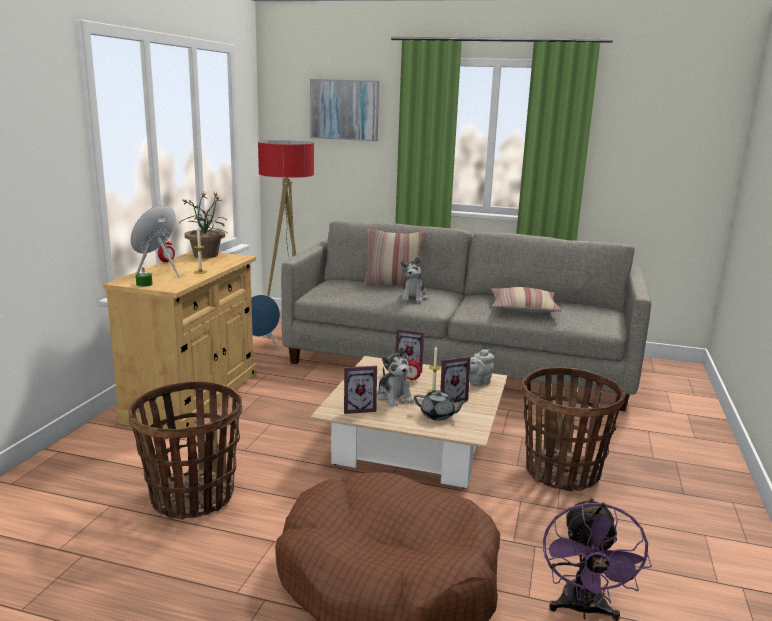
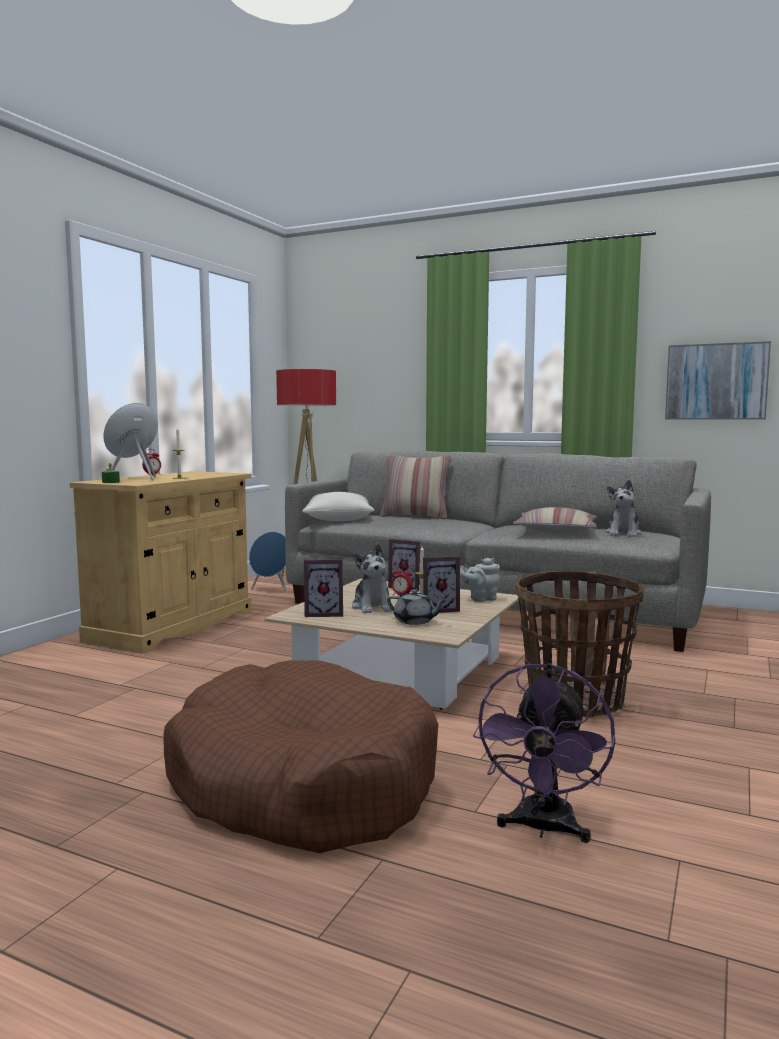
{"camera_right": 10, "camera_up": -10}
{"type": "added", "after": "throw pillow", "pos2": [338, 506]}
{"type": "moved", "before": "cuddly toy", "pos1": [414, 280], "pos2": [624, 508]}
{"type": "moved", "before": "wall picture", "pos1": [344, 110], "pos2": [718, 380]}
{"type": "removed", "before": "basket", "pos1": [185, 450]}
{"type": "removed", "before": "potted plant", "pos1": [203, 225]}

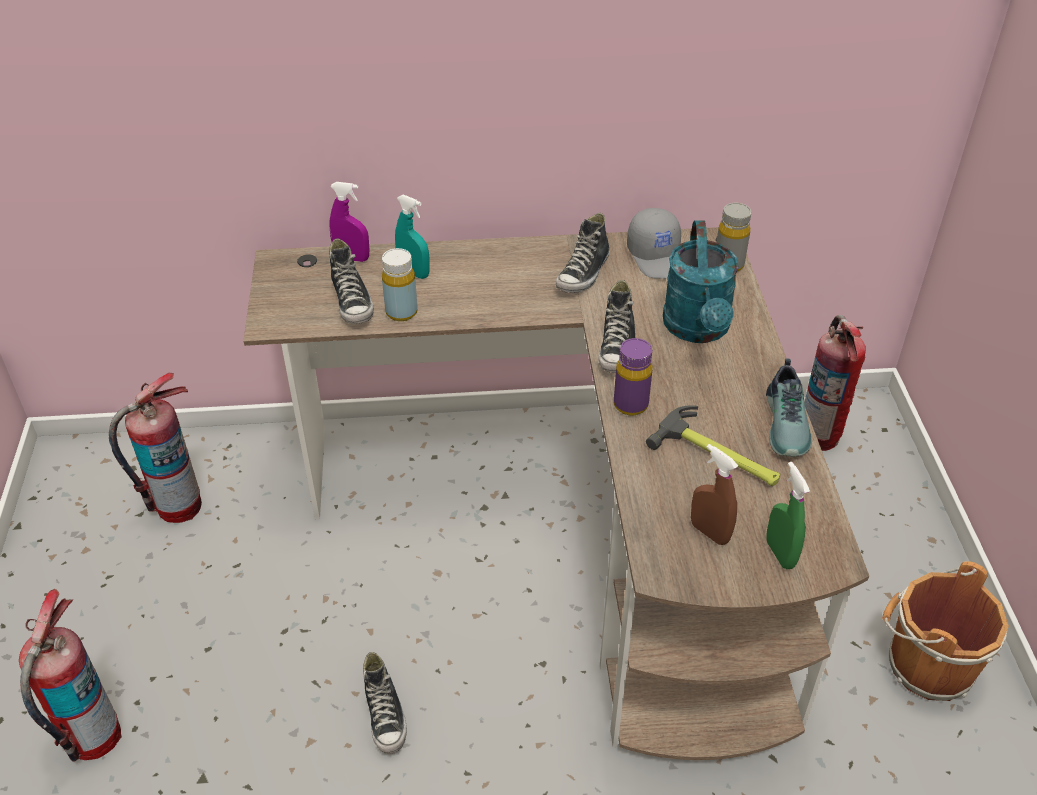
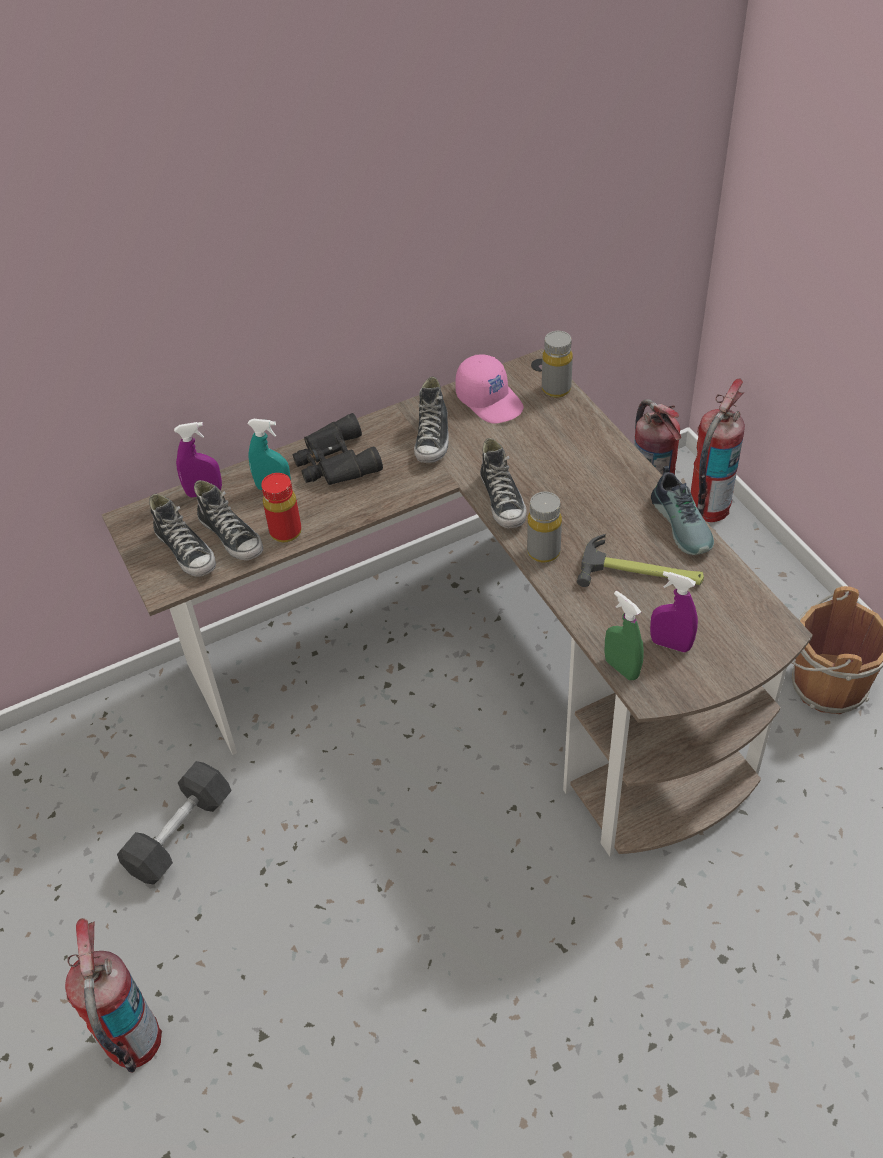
{"camera_right": -20, "camera_up": 5}
{"type": "added", "after": "hand weight/black-coloured", "pos2": [174, 822]}
{"type": "moved", "before": "item of footwear", "pos1": [385, 703], "pos2": [182, 535]}
{"type": "recoloured", "before": "drink bottle/yellow", "after": "drink bottle/reddish", "pos1": [400, 284], "pos2": [281, 508]}
{"type": "added", "after": "binoculars/black-coloured", "pos2": [338, 449]}
{"type": "recoloured", "before": "peaked cap/greyish", "after": "peaked cap/pinkish", "pos1": [654, 243], "pos2": [489, 388]}
{"type": "recoloured", "before": "drink bottle/purple-coloured", "after": "drink bottle/greyish", "pos1": [633, 377], "pos2": [544, 527]}
{"type": "moved", "before": "hand sprayer/green", "pos1": [788, 515], "pos2": [624, 635]}
{"type": "recoloured", "before": "hand sprayer/brown-coloured", "after": "hand sprayer/purple-coloured", "pos1": [714, 494], "pos2": [674, 611]}
{"type": "moved", "before": "fire-fighting cylinder", "pos1": [155, 448], "pos2": [718, 450]}
{"type": "removed", "before": "sprinkling can/blue-green", "pos1": [701, 281]}

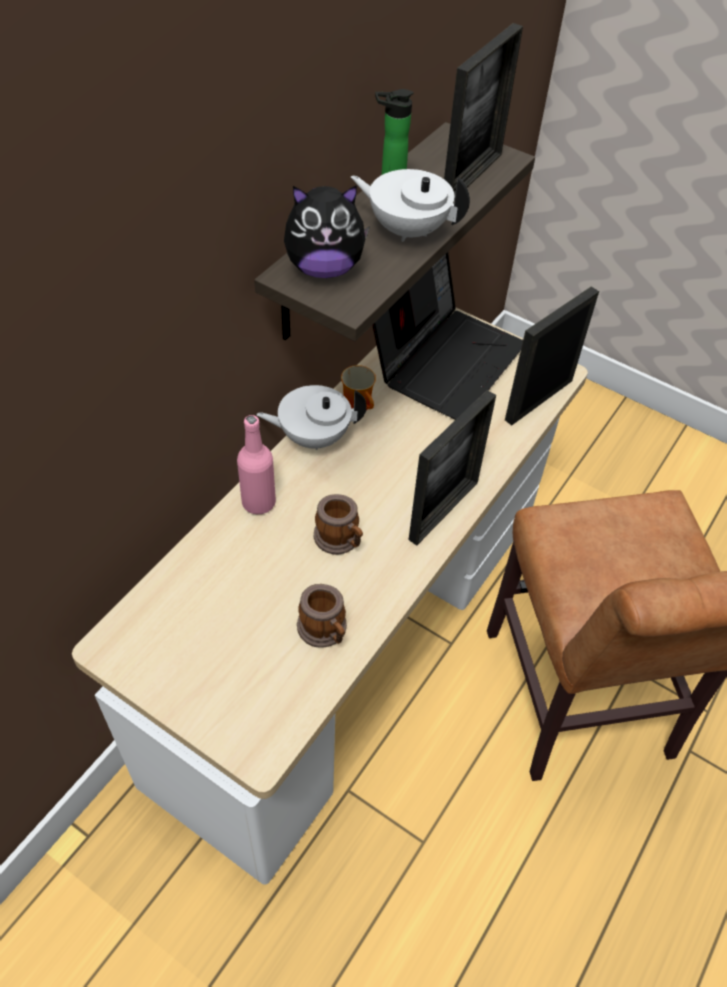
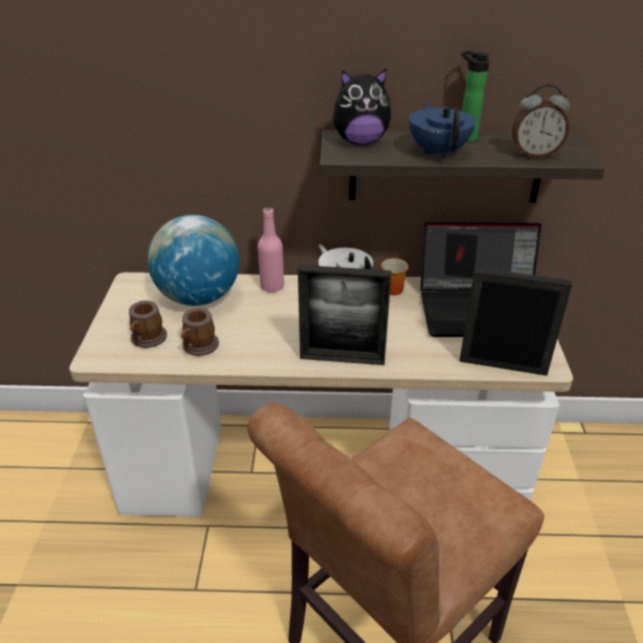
{"camera_right": 60, "camera_up": -15}
{"type": "moved", "before": "coffee mug", "pos1": [338, 524], "pos2": [148, 324]}
{"type": "added", "after": "world globe", "pos2": [194, 260]}
{"type": "turned", "before": "cuddly toy", "pos1": [327, 231], "pos2": [362, 106], "turn": -60}
{"type": "recoloured", "before": "pot for tea/whitish", "after": "pot for tea/blue-coloured", "pos1": [410, 205], "pos2": [442, 130]}
{"type": "replaced", "before": "standing frame", "after": "table clock", "pos1": [483, 111], "pos2": [541, 121]}

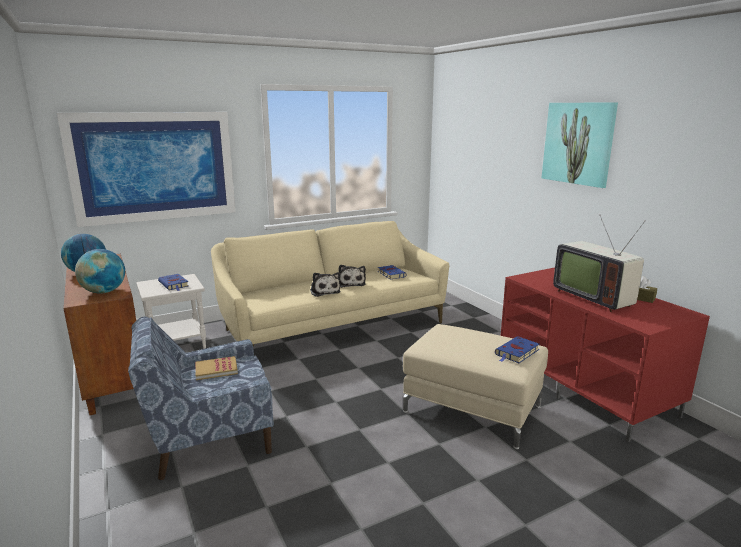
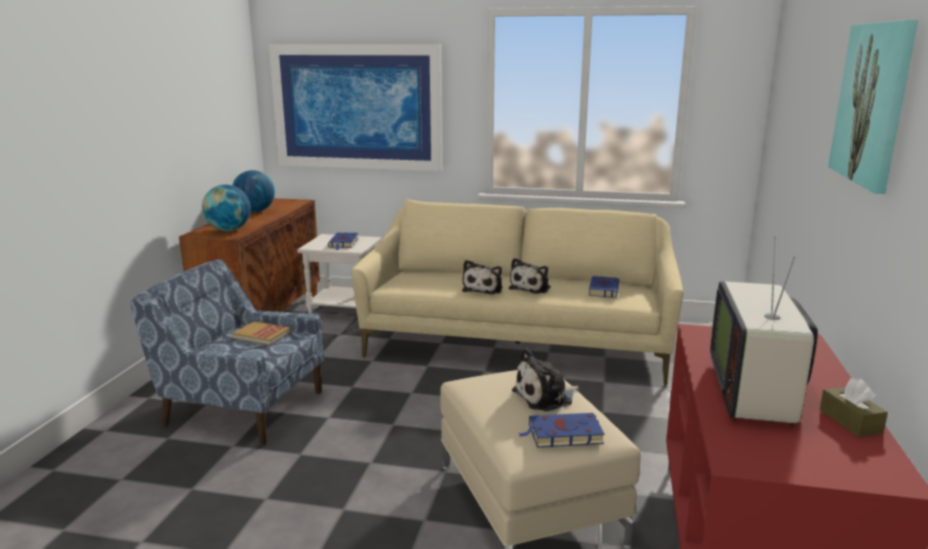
{"camera_right": 40, "camera_up": 0}
{"type": "added", "after": "cuddly toy", "pos2": [545, 379]}

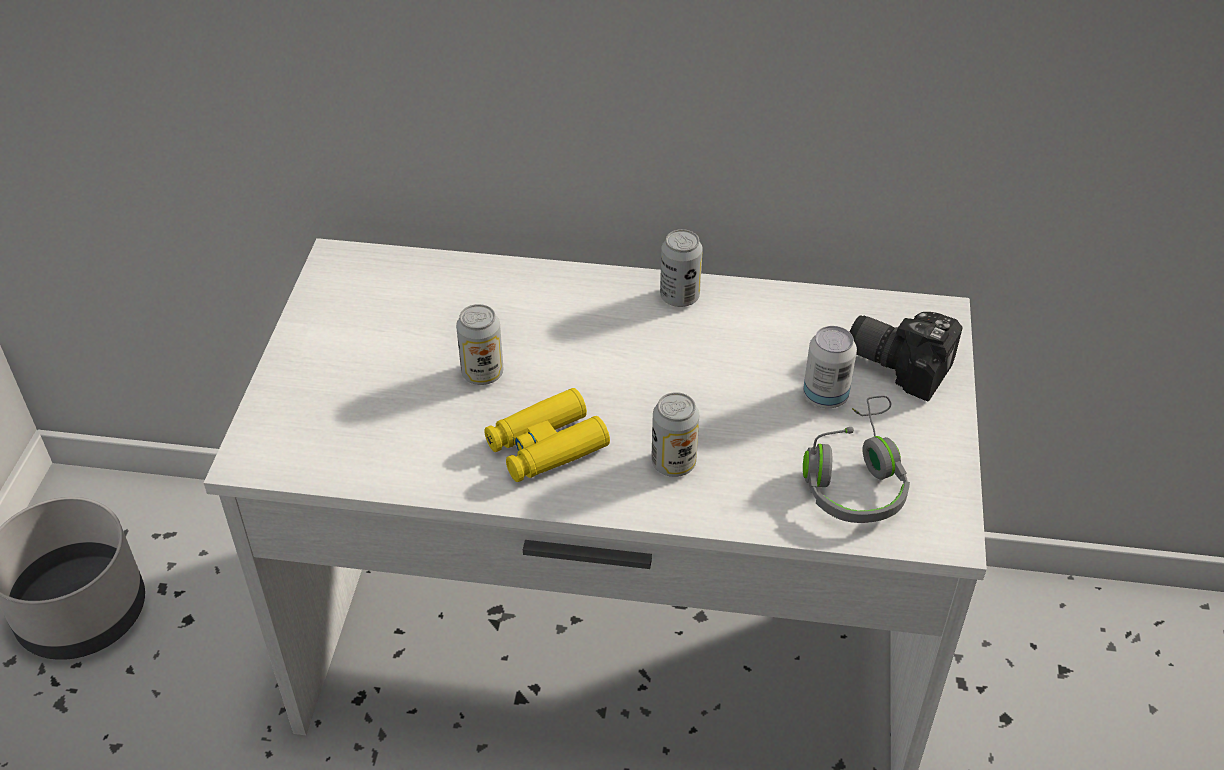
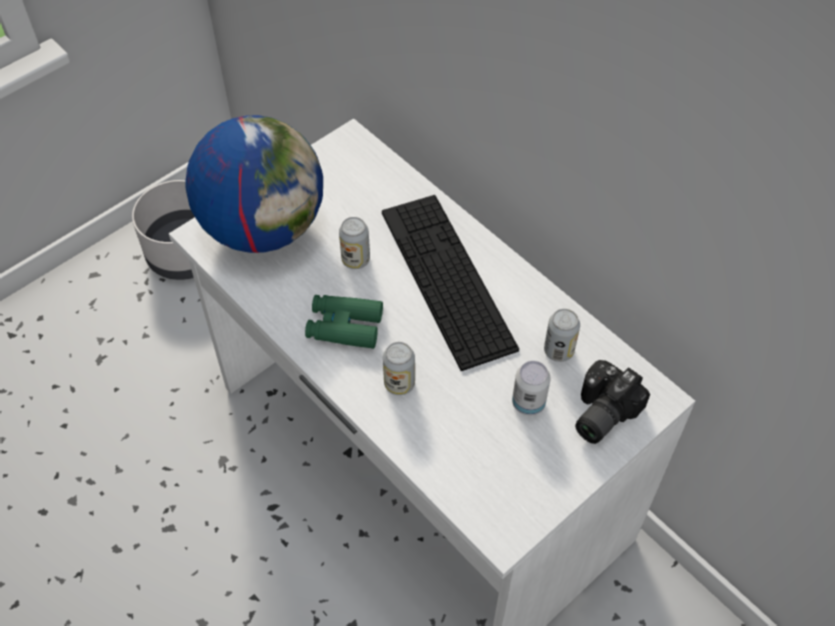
{"camera_right": 40, "camera_up": 10}
{"type": "added", "after": "world globe", "pos2": [254, 184]}
{"type": "recoloured", "before": "binoculars/yellow", "after": "binoculars/green", "pos1": [547, 435], "pos2": [344, 322]}
{"type": "added", "after": "PC keyboard", "pos2": [450, 283]}
{"type": "moved", "before": "sealed can", "pos1": [681, 268], "pos2": [562, 335]}
{"type": "turned", "before": "still camera", "pos1": [906, 357], "pos2": [612, 402], "turn": -120}
{"type": "removed", "before": "pair of headphones/greyish", "pos1": [856, 459]}

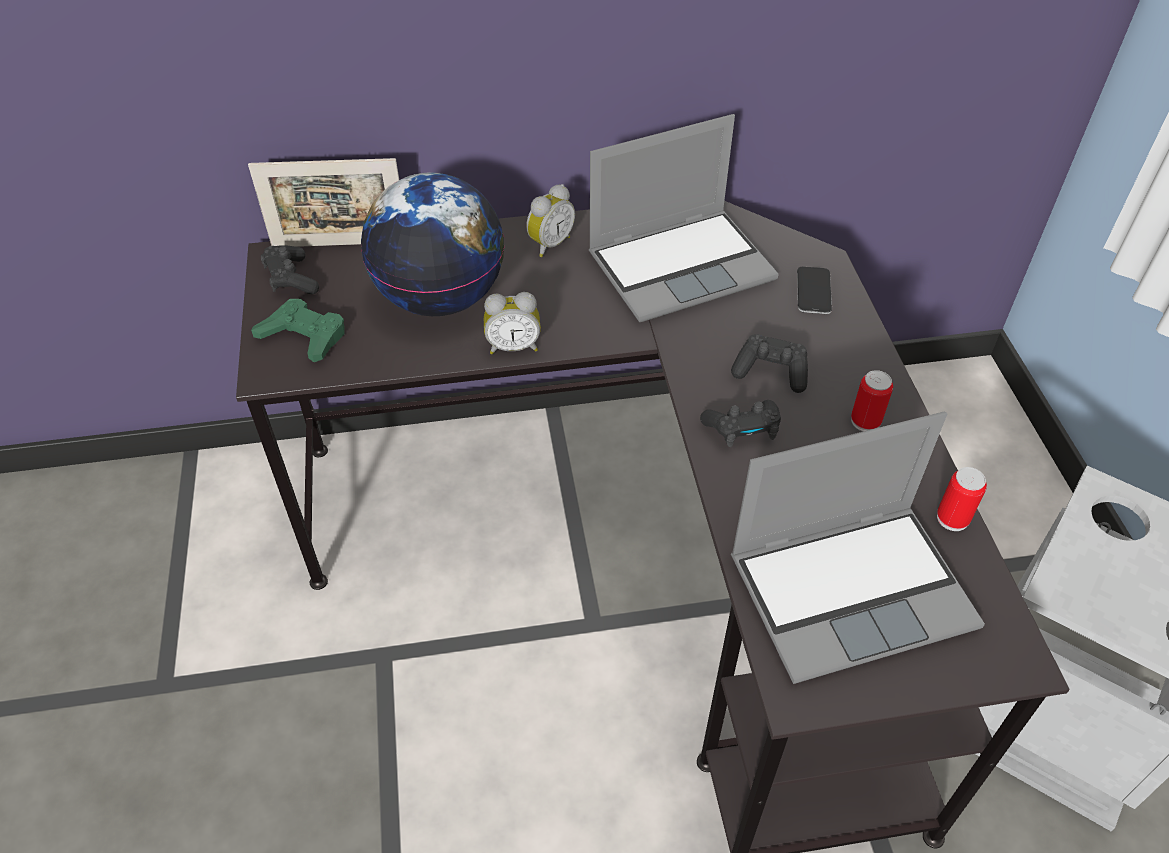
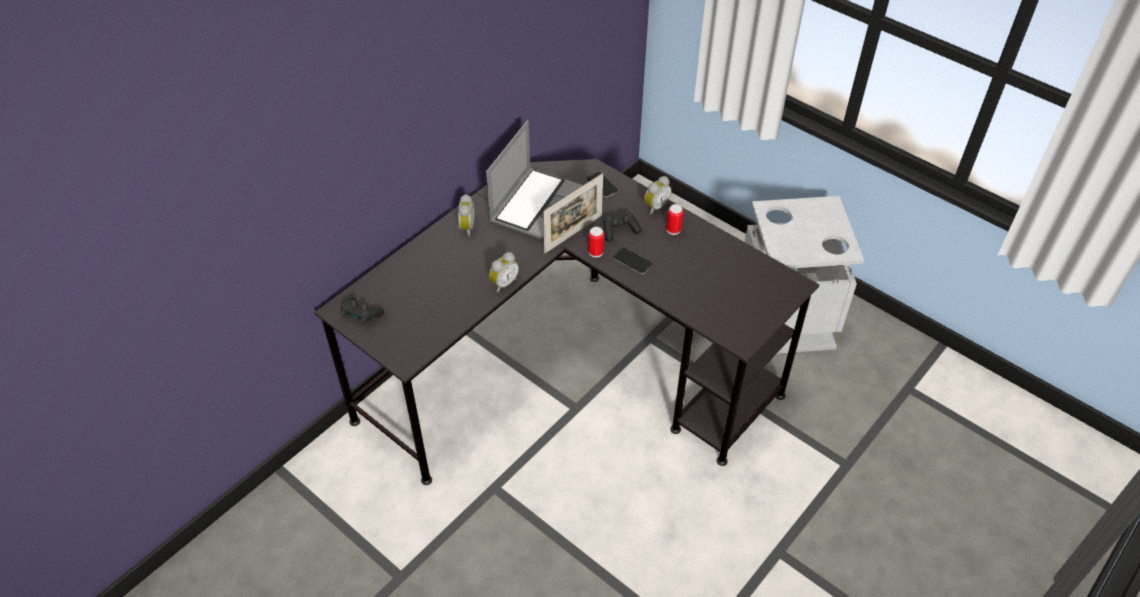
{"camera_right": -40, "camera_up": 0}
{"type": "moved", "before": "standing frame", "pos1": [323, 202], "pos2": [573, 213]}
{"type": "moved", "before": "sealed can", "pos1": [962, 499], "pos2": [596, 242]}
{"type": "replaced", "before": "game controller/black-coloured", "after": "phone", "pos1": [740, 423], "pos2": [633, 261]}
{"type": "added", "after": "table clock", "pos2": [658, 195]}
{"type": "removed", "before": "game controller/green", "pos1": [297, 330]}
{"type": "removed", "before": "world globe", "pos1": [432, 244]}
{"type": "removed", "before": "laptop", "pos1": [858, 548]}

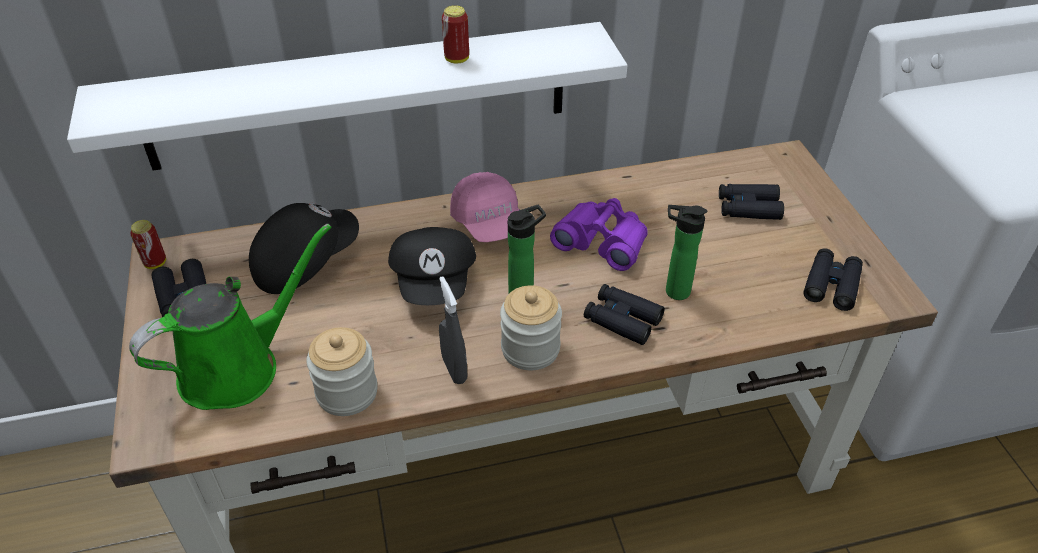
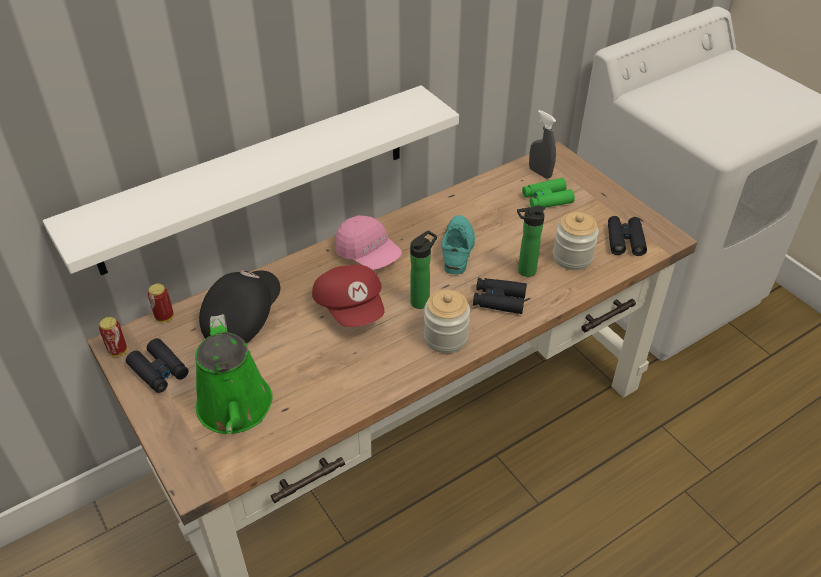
{"camera_right": -20, "camera_up": 0}
{"type": "moved", "before": "sealed can", "pos1": [455, 34], "pos2": [161, 303]}
{"type": "turned", "before": "sprinkling can/green", "pos1": [230, 317], "pos2": [234, 374], "turn": 135}
{"type": "recoloured", "before": "peaked cap/black-coloured", "after": "peaked cap/reddish", "pos1": [432, 266], "pos2": [348, 296]}
{"type": "replaced", "before": "binoculars/purple-coloured", "after": "item of footwear/blue-green", "pos1": [599, 234], "pos2": [458, 244]}
{"type": "recoloured", "before": "binoculars/black-coloured", "after": "binoculars/green", "pos1": [751, 202], "pos2": [548, 192]}
{"type": "moved", "before": "hand sprayer/greyish", "pos1": [453, 330], "pos2": [542, 144]}
{"type": "moved", "before": "preserve jar", "pos1": [342, 371], "pos2": [576, 241]}

